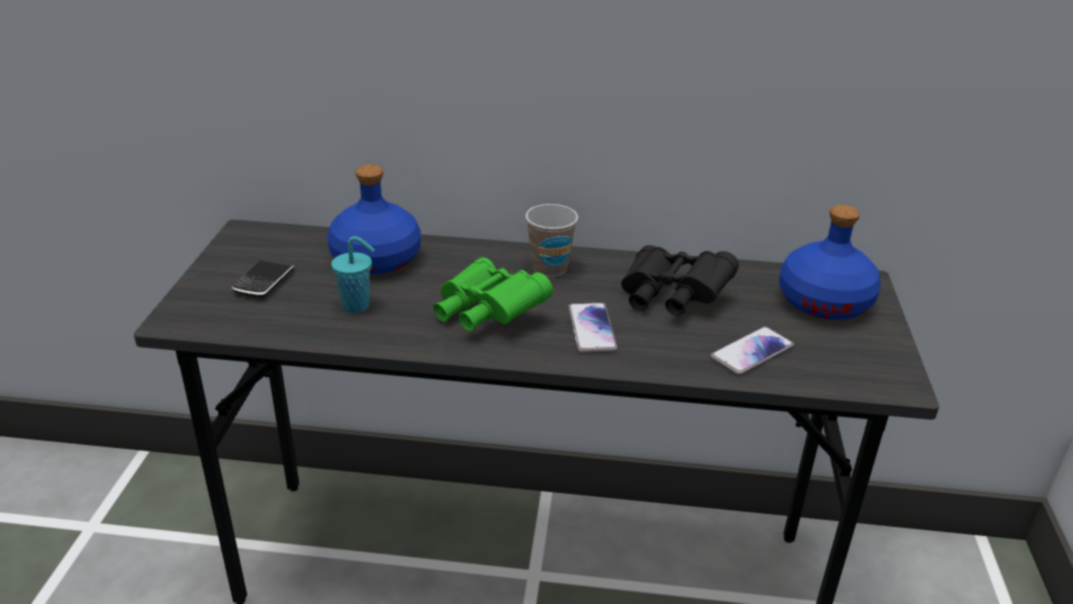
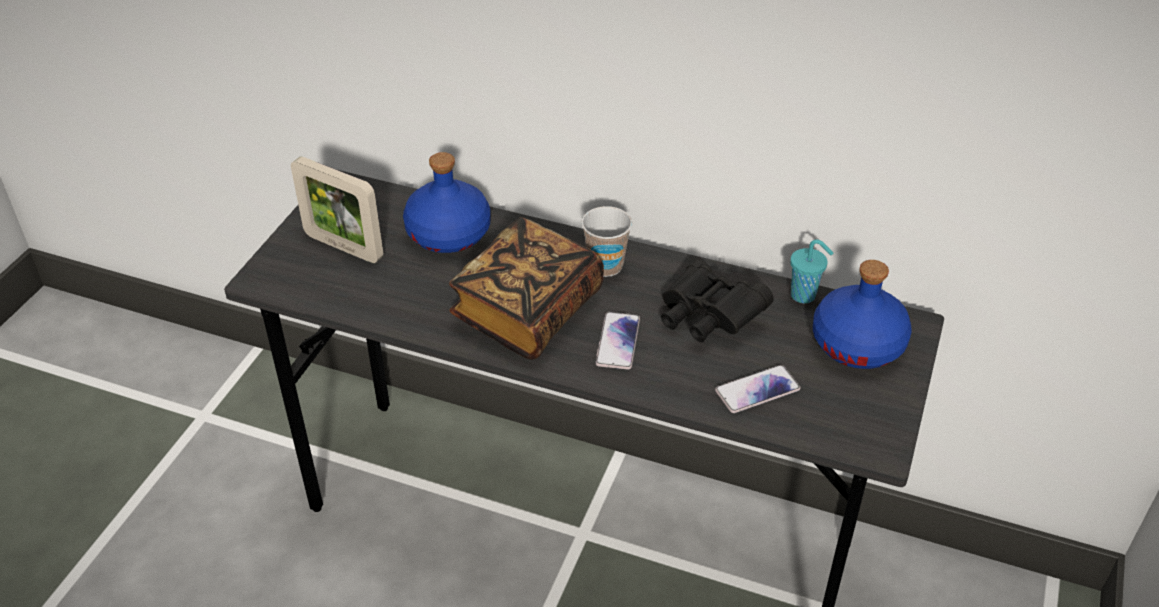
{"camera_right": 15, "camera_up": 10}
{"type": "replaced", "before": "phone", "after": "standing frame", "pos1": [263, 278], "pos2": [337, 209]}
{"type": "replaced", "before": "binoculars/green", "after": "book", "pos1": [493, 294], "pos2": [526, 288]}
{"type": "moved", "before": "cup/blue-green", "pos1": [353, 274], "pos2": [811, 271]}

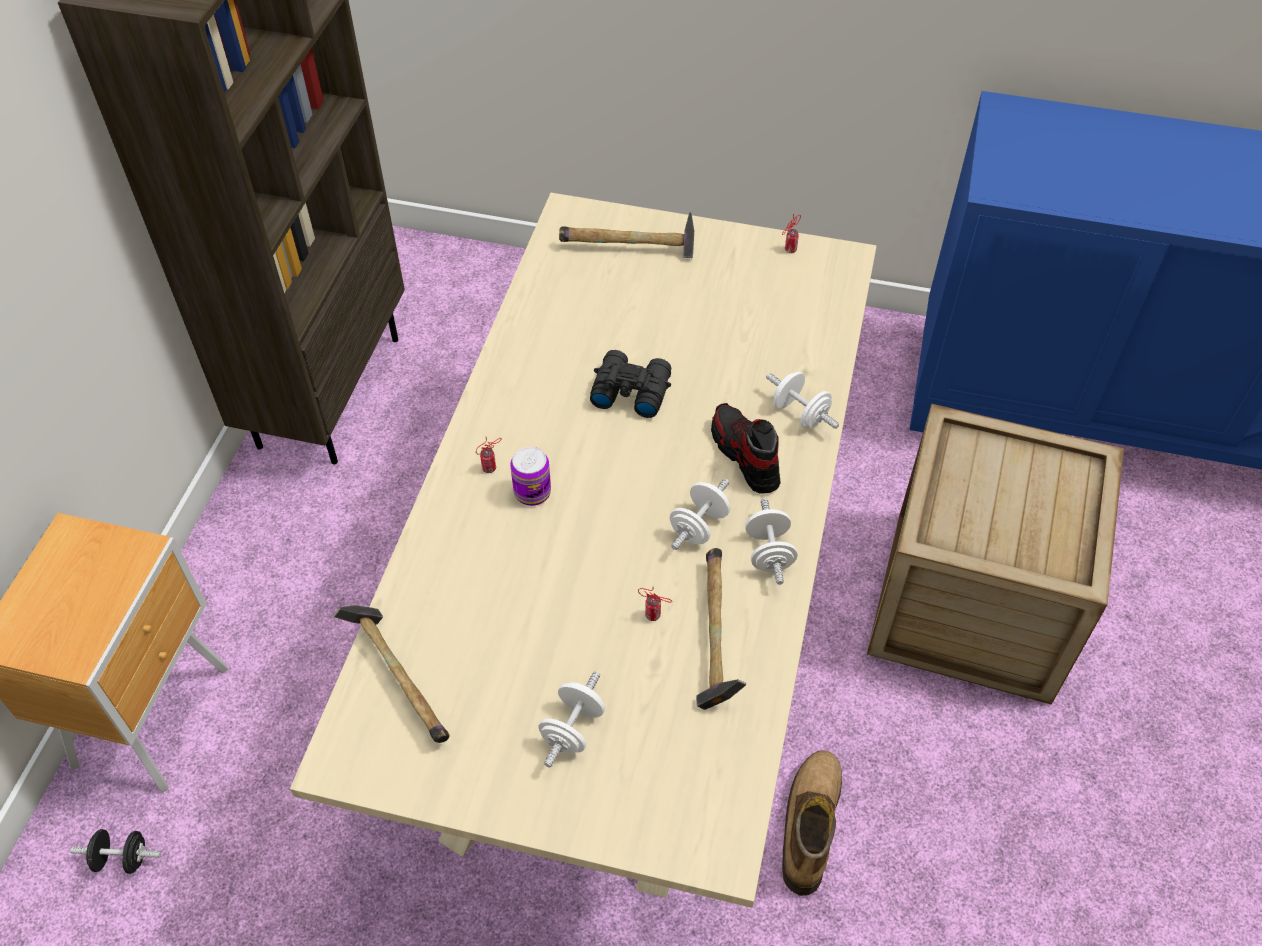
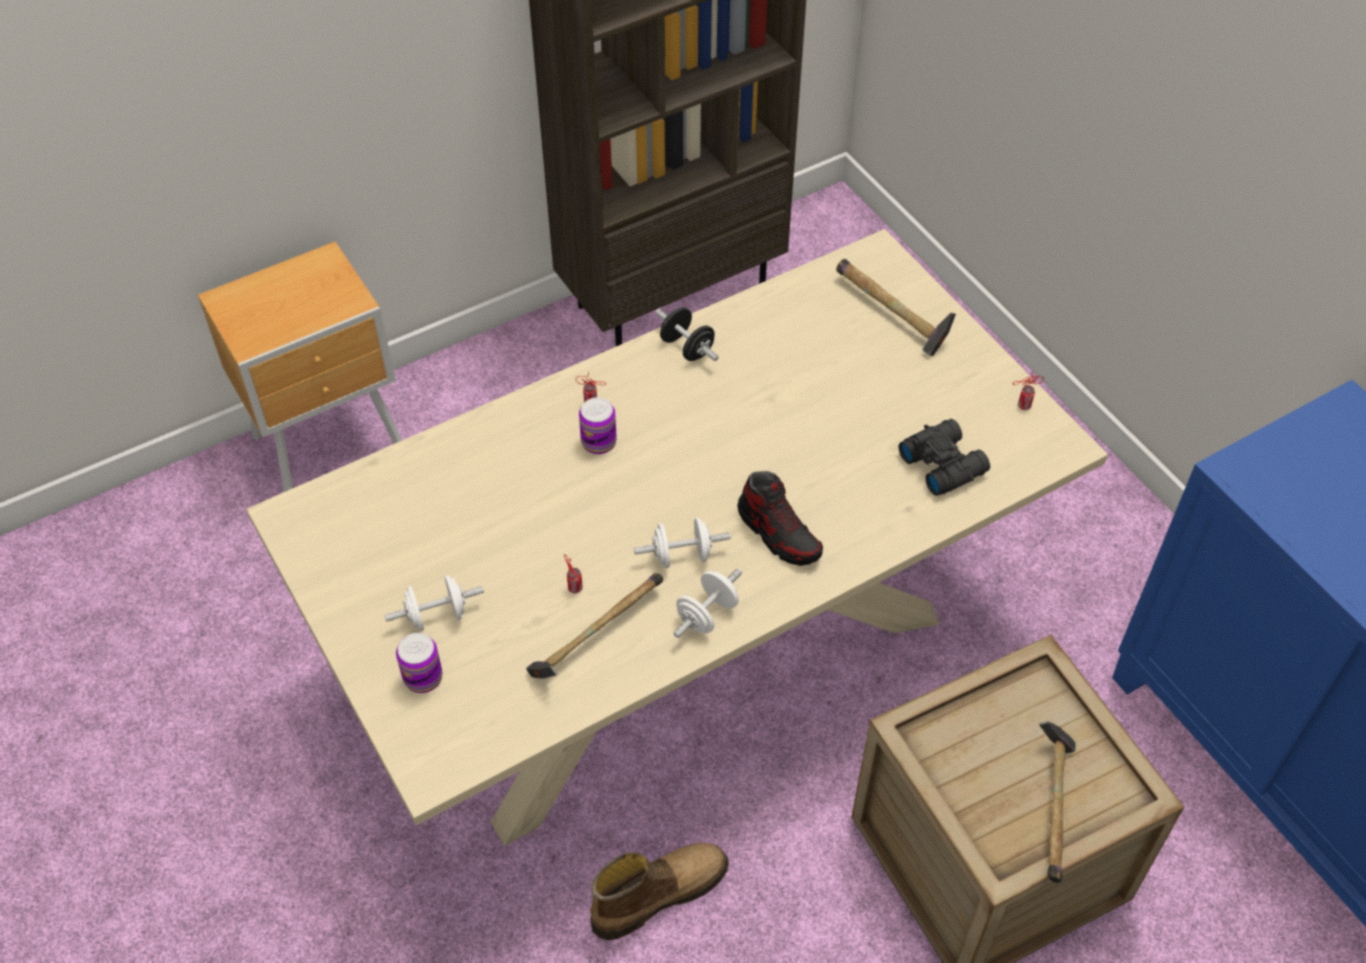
{"camera_right": 45, "camera_up": 0}
{"type": "added", "after": "sealed can", "pos2": [419, 663]}
{"type": "moved", "before": "hand weight/black-coloured", "pos1": [115, 851], "pos2": [687, 334]}
{"type": "turned", "before": "item of footwear", "pos1": [746, 448], "pos2": [780, 518], "turn": 120}
{"type": "moved", "before": "binoculars/black-coloured", "pos1": [630, 384], "pos2": [944, 457]}
{"type": "moved", "before": "hand hammer", "pos1": [391, 674], "pos2": [1057, 802]}
{"type": "removed", "before": "hand weight/whitish", "pos1": [802, 400]}

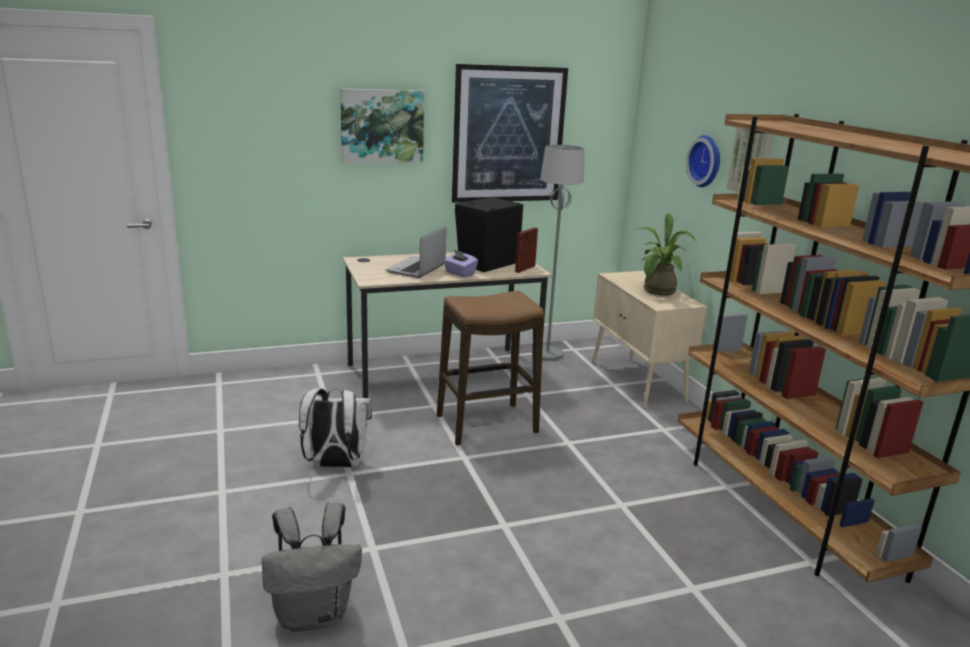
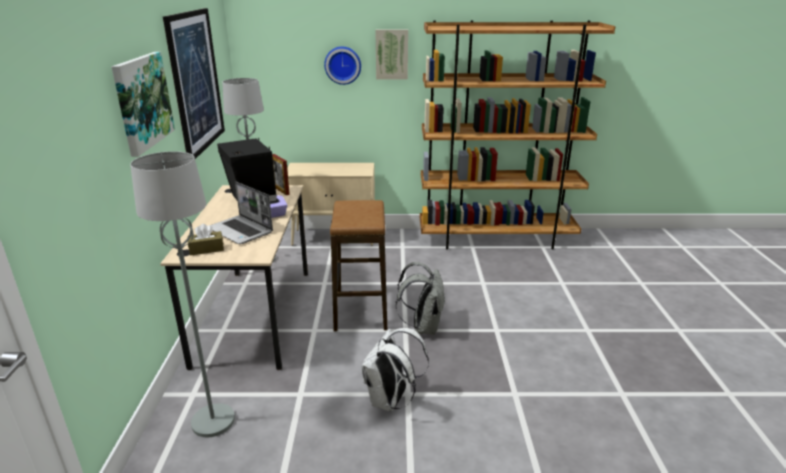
{"camera_right": -70, "camera_up": 5}
{"type": "added", "after": "floor lamp/greyish", "pos2": [182, 294]}
{"type": "added", "after": "tissue box/brown-coloured", "pos2": [206, 240]}
{"type": "moved", "before": "rucksack/greyish", "pos1": [312, 567], "pos2": [420, 298]}
{"type": "removed", "before": "potted plant", "pos1": [666, 254]}

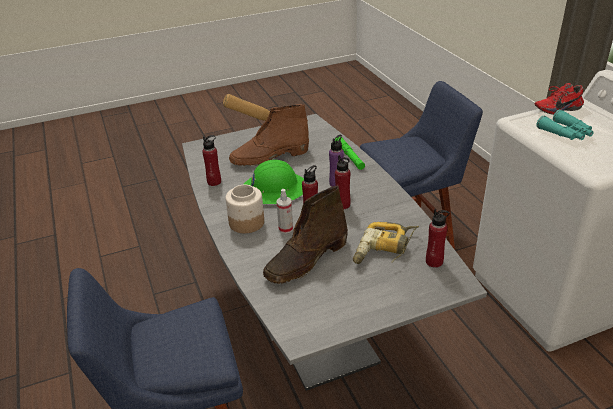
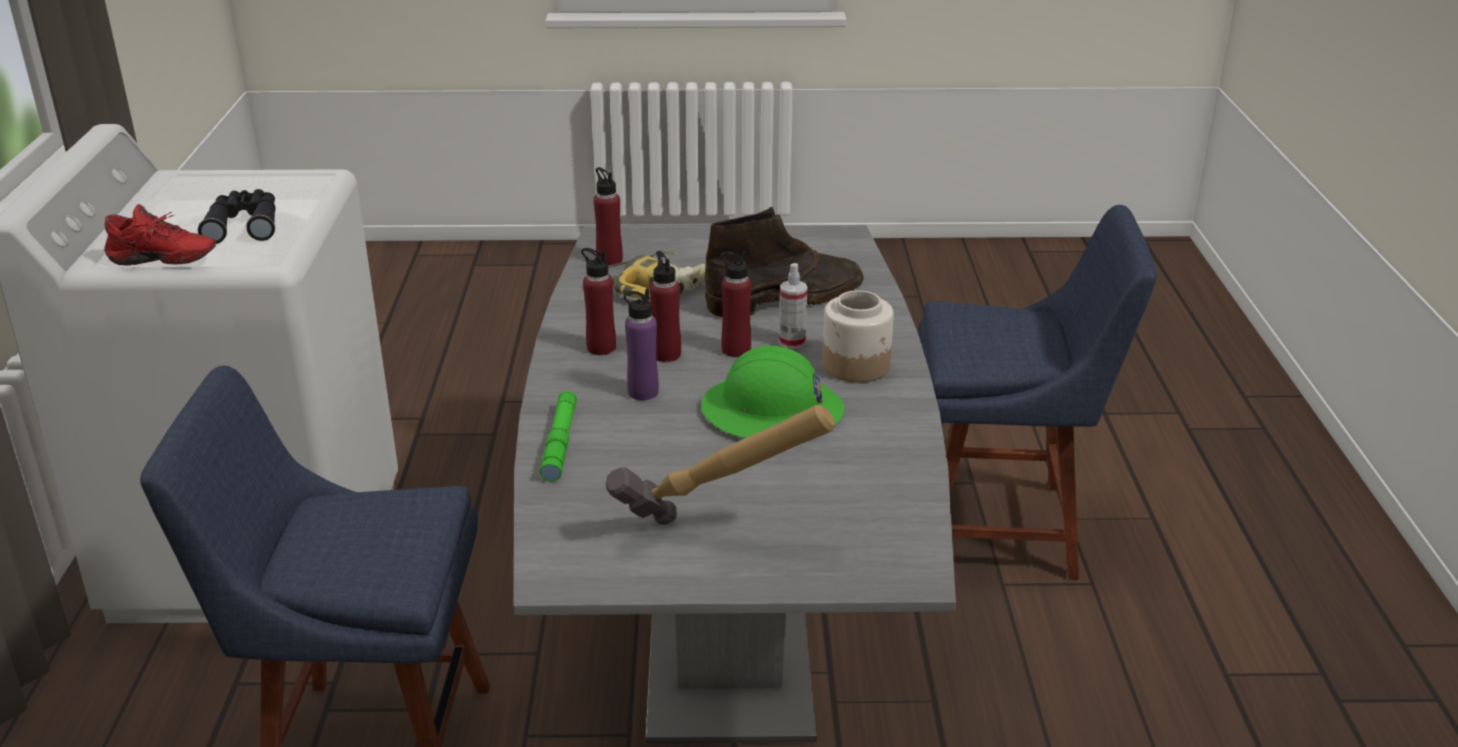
{"camera_right": -160, "camera_up": -5}
{"type": "recoloured", "before": "binoculars/blue-green", "after": "binoculars/black-coloured", "pos1": [565, 124], "pos2": [237, 216]}
{"type": "moved", "before": "drink bottle/reddish", "pos1": [211, 160], "pos2": [598, 301]}
{"type": "removed", "before": "high-top boot/brown-coloured", "pos1": [269, 135]}

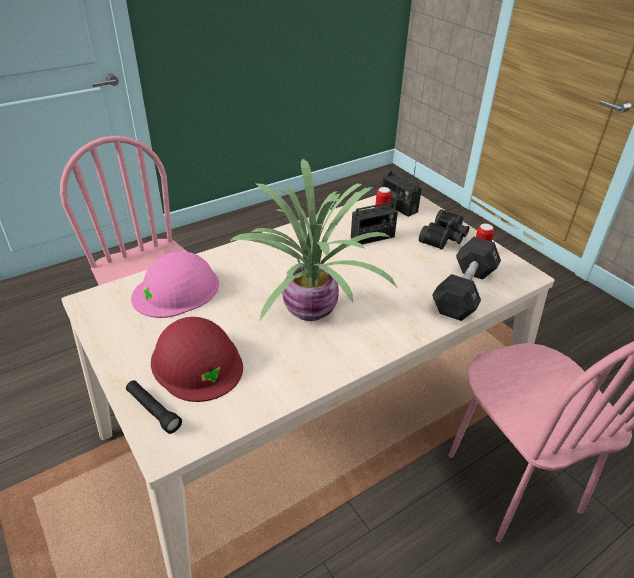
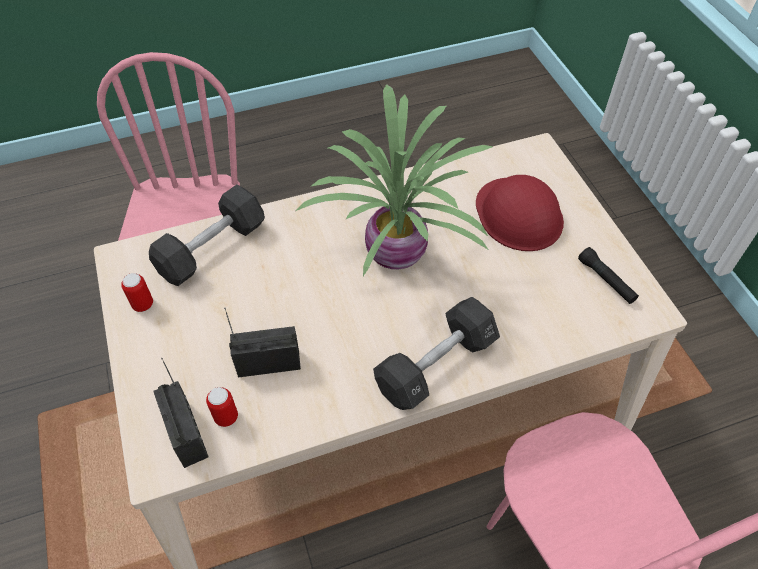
{"camera_right": -165, "camera_up": 15}
{"type": "added", "after": "hand weight/black-coloured", "pos2": [436, 353]}
{"type": "moved", "before": "torch/black-coloured", "pos1": [154, 407], "pos2": [608, 275]}
{"type": "removed", "before": "hard hat/pinkish", "pos1": [175, 284]}
{"type": "removed", "before": "binoculars/black-coloured", "pos1": [444, 229]}

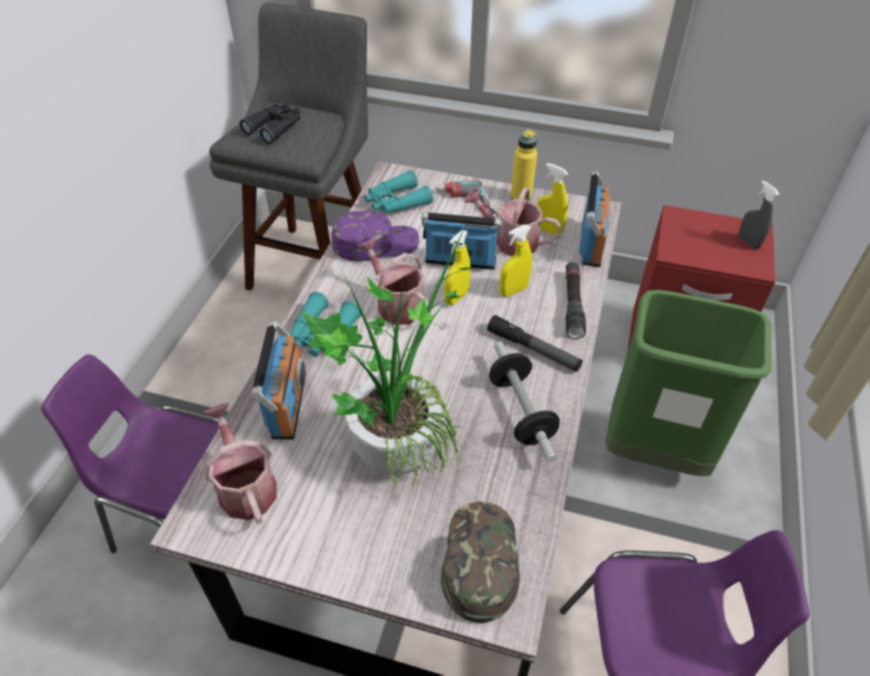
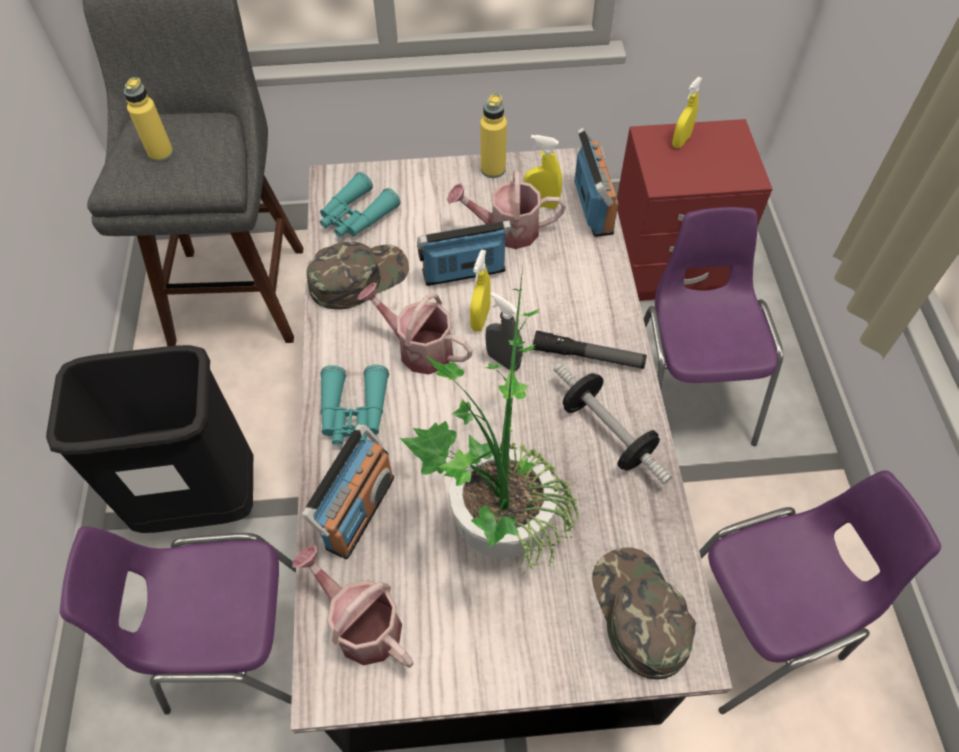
{"camera_right": -20, "camera_up": 10}
{"type": "added", "after": "waste bin/black-coloured", "pos2": [149, 439]}
{"type": "replaced", "before": "binoculars/black-coloured", "after": "drink bottle/yellow", "pos1": [270, 123], "pos2": [148, 119]}
{"type": "turned", "before": "radio receiver", "pos1": [279, 380], "pos2": [348, 491], "turn": 45}
{"type": "recoloured", "before": "peaked cap/purple-coloured", "after": "peaked cap/green", "pos1": [375, 236], "pos2": [358, 276]}
{"type": "moved", "before": "hand sprayer/greyish", "pos1": [759, 215], "pos2": [504, 331]}
{"type": "replaced", "before": "waste bin/green", "after": "upright chair/purple-coloured", "pos1": [688, 383], "pos2": [713, 326]}
{"type": "moved", "before": "hand sprayer/yellow", "pos1": [516, 260], "pos2": [687, 112]}
{"type": "removed", "before": "power drill", "pos1": [467, 199]}
{"type": "removed", "before": "torch/black-coloured", "pos1": [576, 300]}

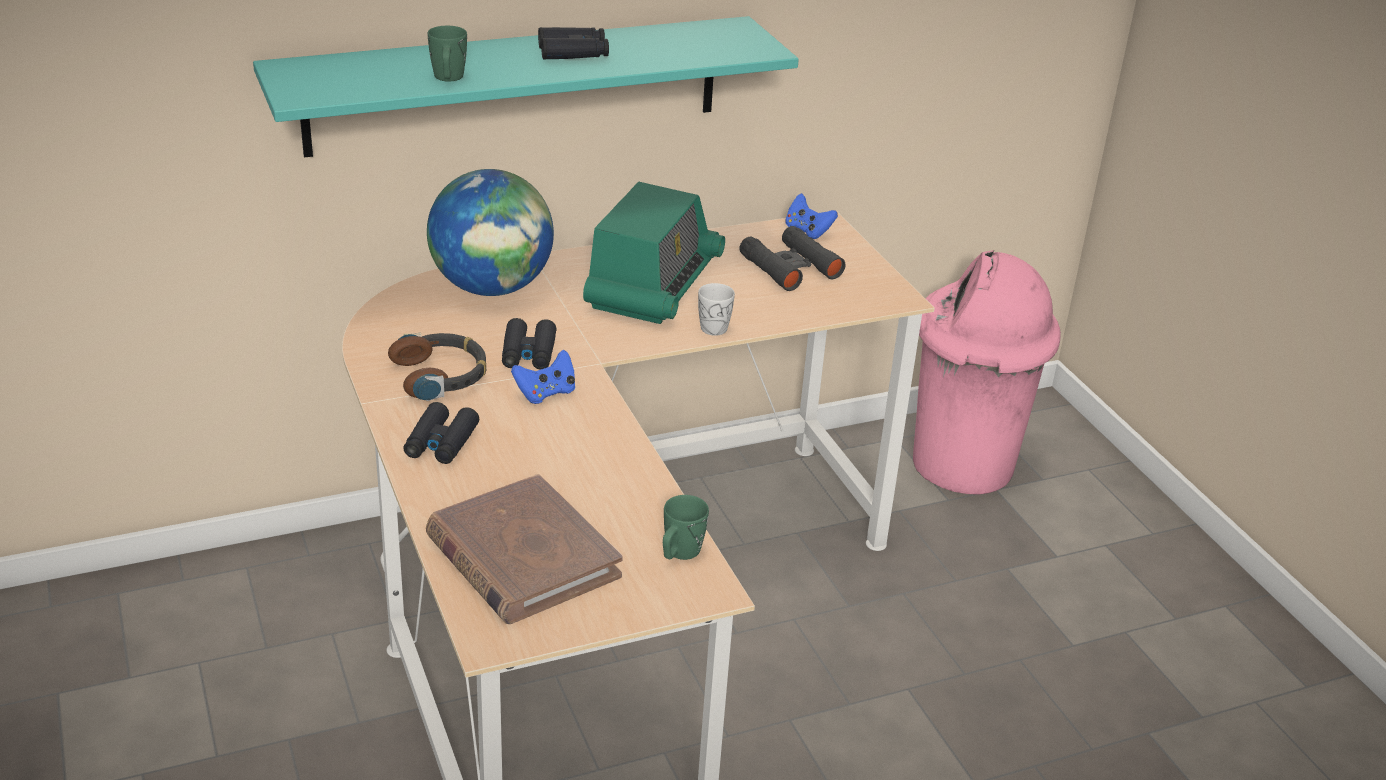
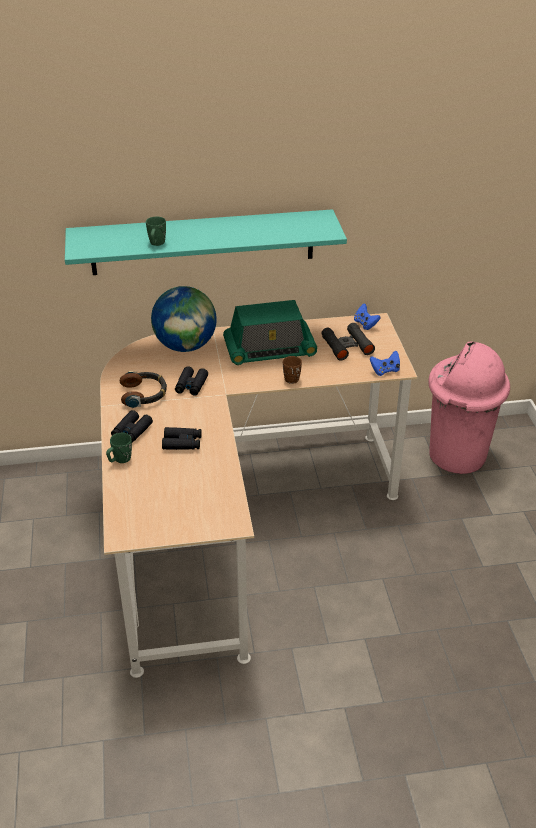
{"camera_right": 15, "camera_up": 5}
{"type": "moved", "before": "coffee mug/green", "pos1": [686, 527], "pos2": [119, 448]}
{"type": "moved", "before": "binoculars/black-coloured", "pos1": [573, 43], "pos2": [182, 438]}
{"type": "turned", "before": "radio receiver", "pos1": [654, 253], "pos2": [270, 332], "turn": 45}
{"type": "recoloured", "before": "coffee mug/whitish", "after": "coffee mug/brown-coloured", "pos1": [716, 309], "pos2": [292, 370]}
{"type": "moved", "before": "game controller/blue-coloured", "pos1": [543, 377], "pos2": [385, 363]}
{"type": "removed", "before": "book/brown-coloured", "pos1": [524, 549]}

